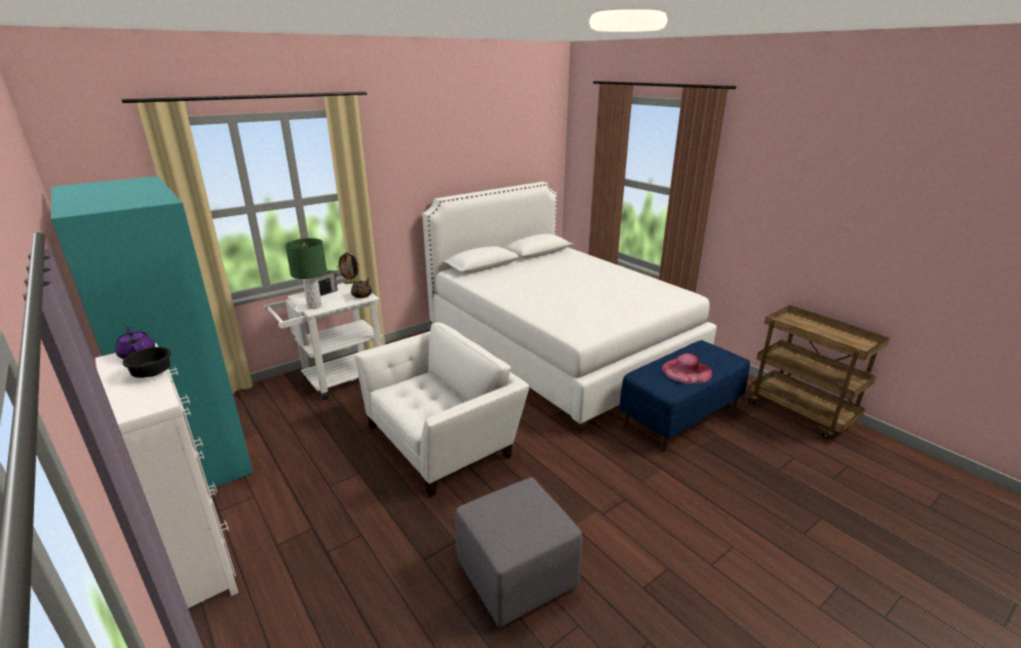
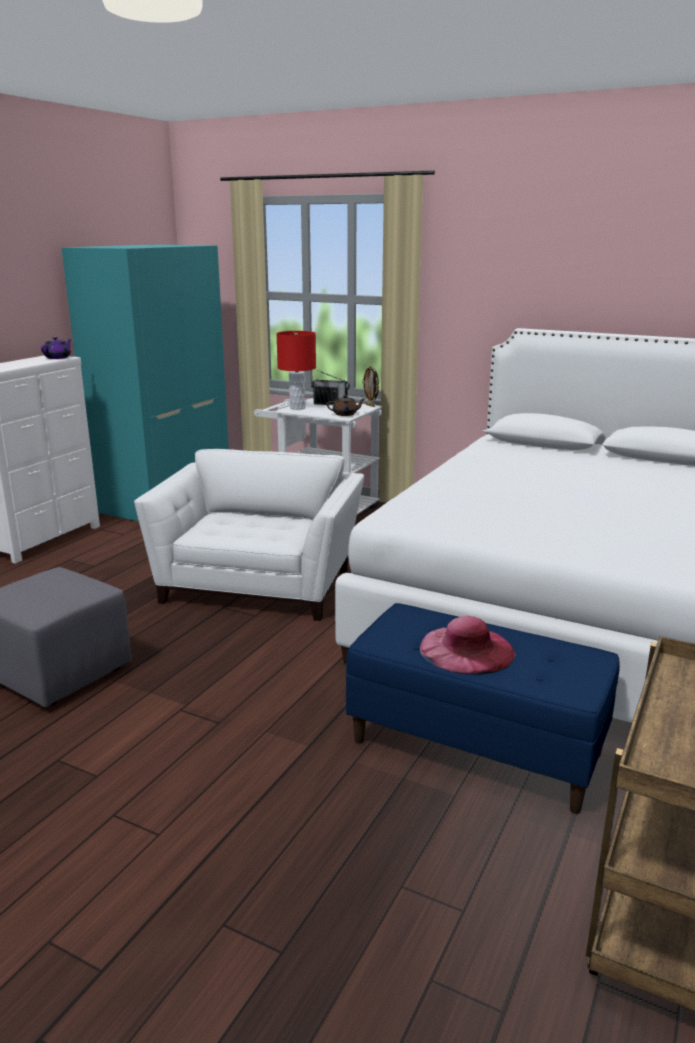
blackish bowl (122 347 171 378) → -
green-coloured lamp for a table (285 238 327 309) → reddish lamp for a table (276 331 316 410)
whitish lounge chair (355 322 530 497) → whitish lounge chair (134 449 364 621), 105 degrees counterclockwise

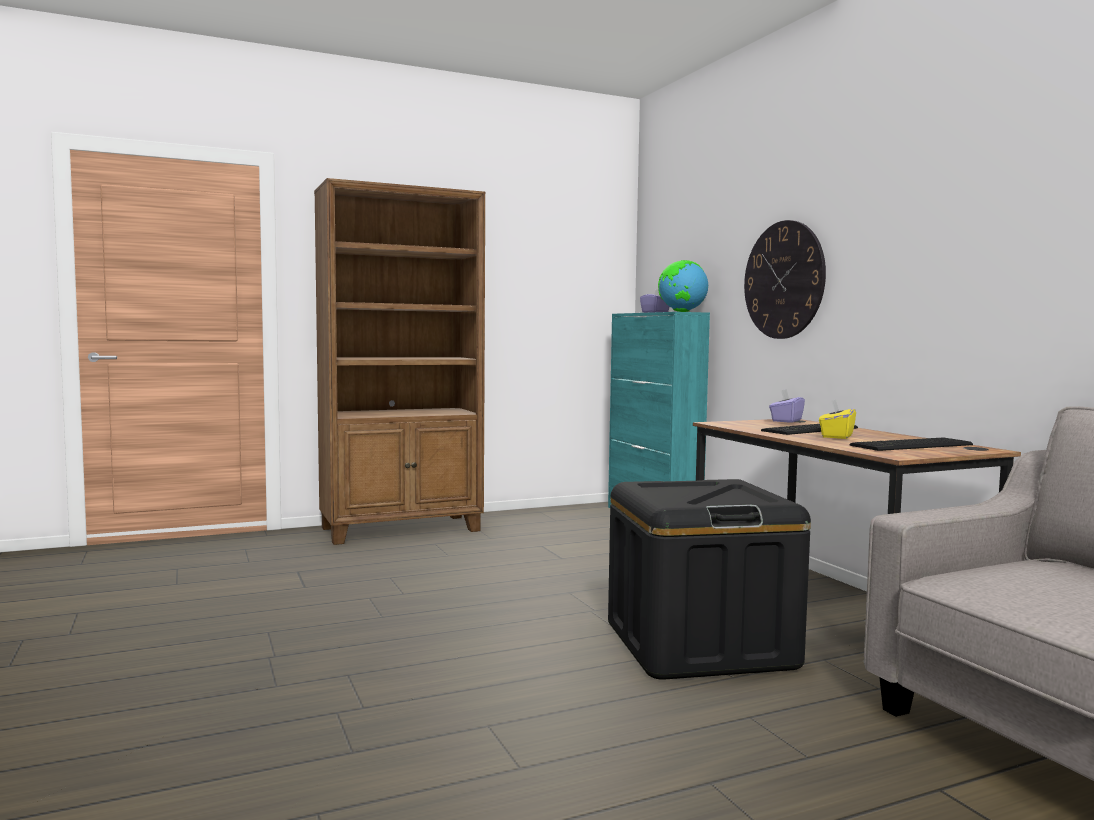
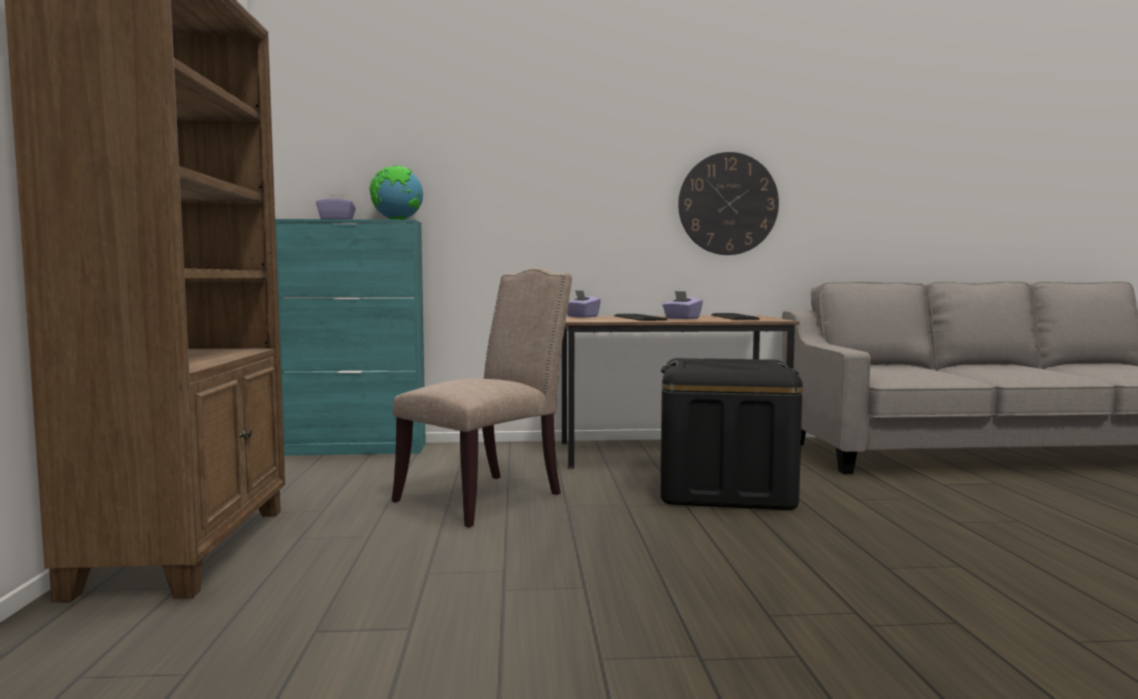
clock on the wall (744 220 826 339) → clock on the wall (678 152 779 255), relocated
yellow tissue holder (819 399 856 439) → purple tissue holder (662 291 703 319)
- → beige chair (392 268 572 528)

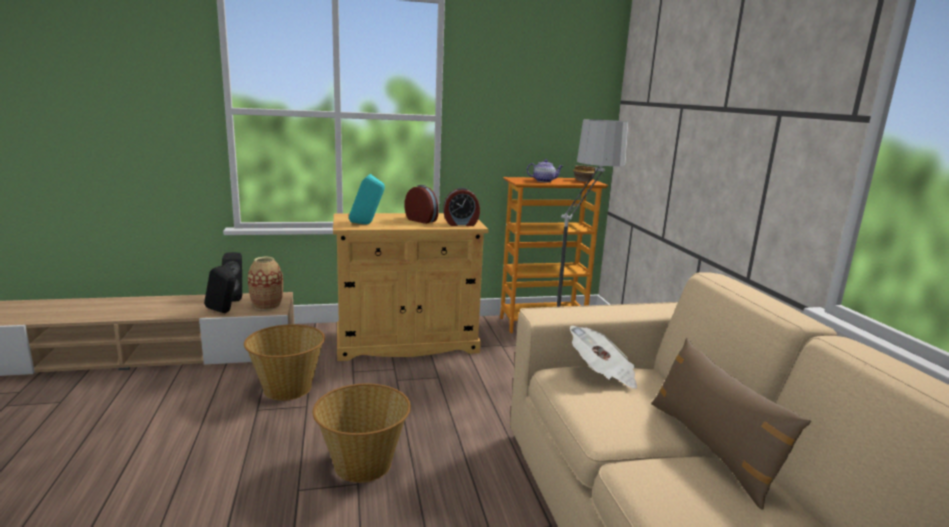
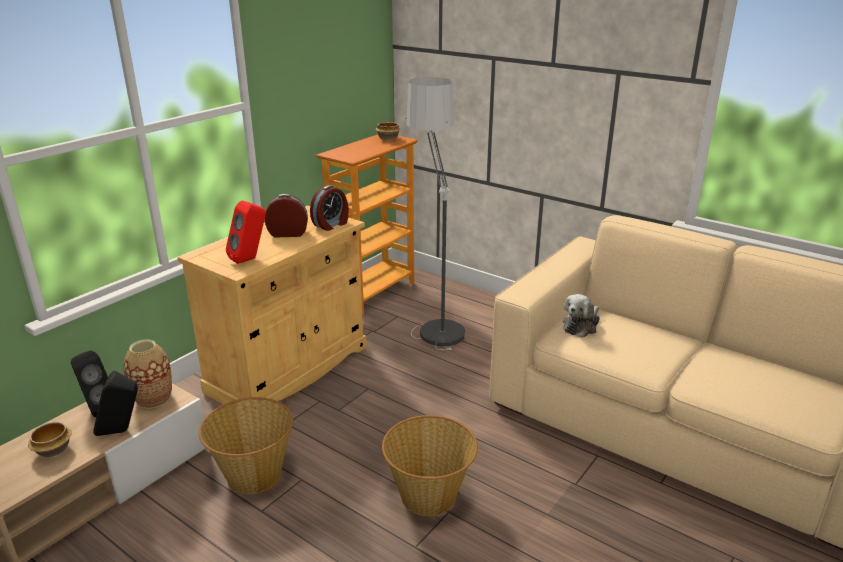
turquoise loudspeaker (349 174 385 224) → reddish loudspeaker (226 200 266 264)
tea pot (527 159 563 182) → -
daily paper (570 326 637 389) → plush toy (563 294 600 338)
brown throw pillow (651 338 811 510) → -
- → bowl (28 422 72 457)

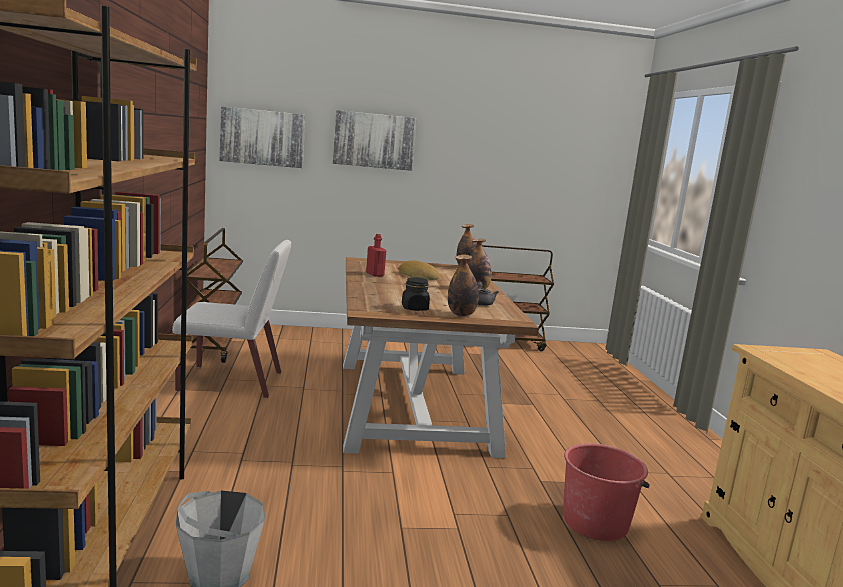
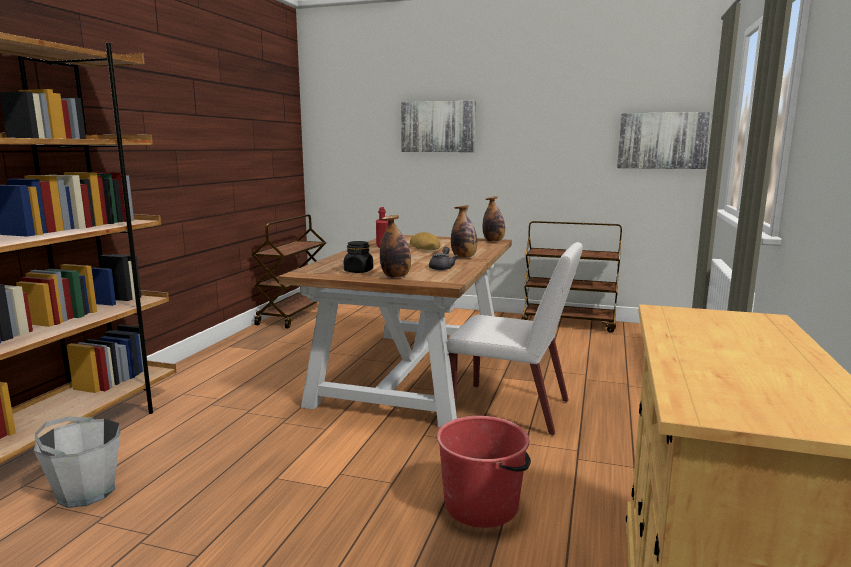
whitish chair (172 240 291 398) → whitish chair (447 242 583 436), relocated
wall art (219 106 306 168) → wall art (617 112 713 169), relocated

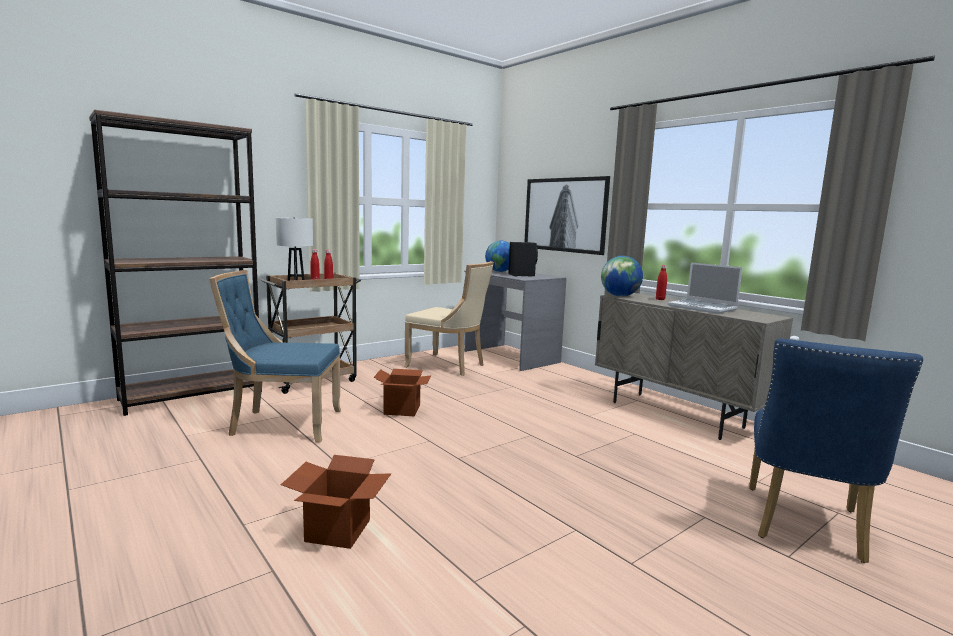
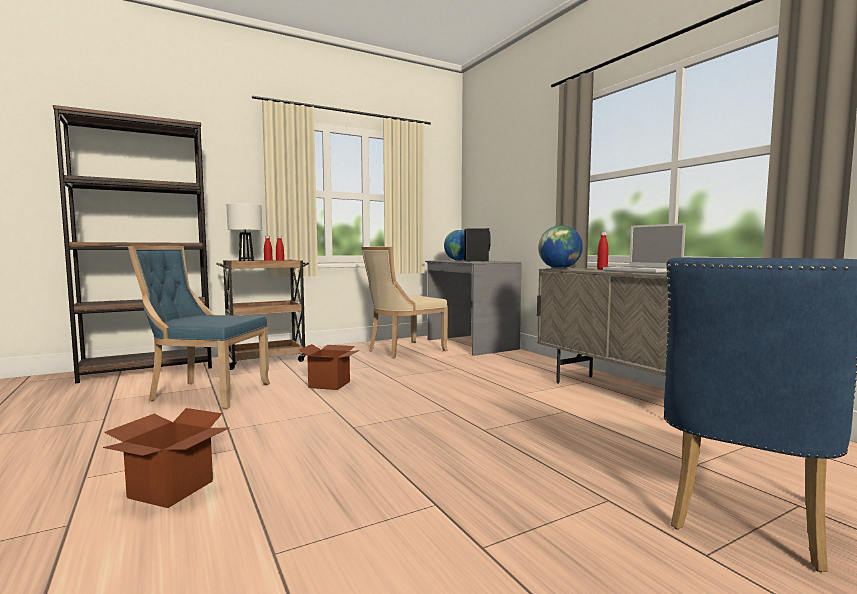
beige chair (404 261 494 376) → beige chair (361 246 448 359), 105 degrees clockwise
wall art (525 176 610 255) → -

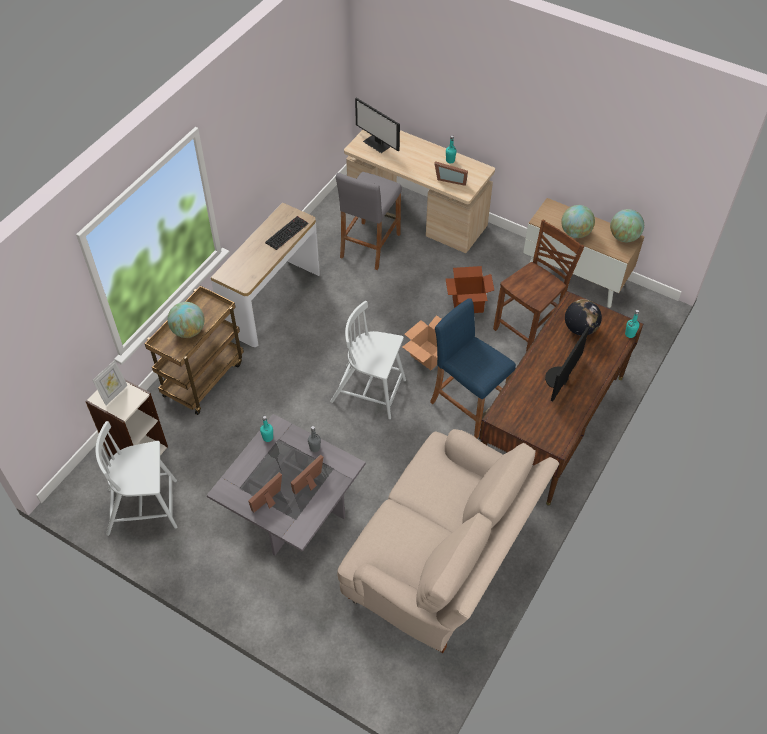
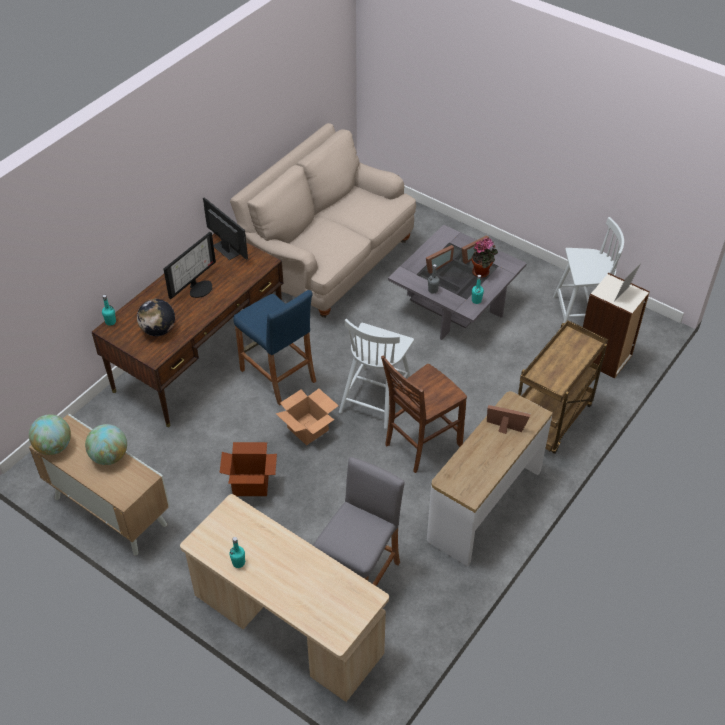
globe (168 302 204 338) → -
keyboard (265 216 309 250) → -
whitish chair (330 300 406 419) → whitish chair (339 319 414 429), 90 degrees clockwise
computer screen (355 98 400 153) → computer screen (203 197 248 260), relocated
standing frame (434 161 468 186) → standing frame (487 405 531 434), relocated
brown chair (493 220 584 352) → brown chair (381 355 467 473), relocated
- → houseplant (472 238 498 278)

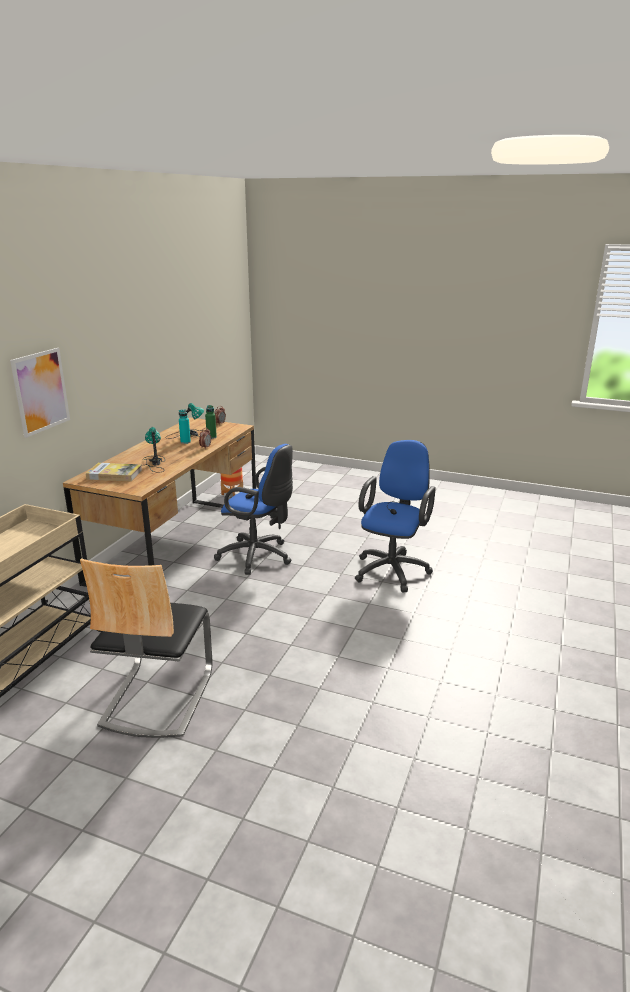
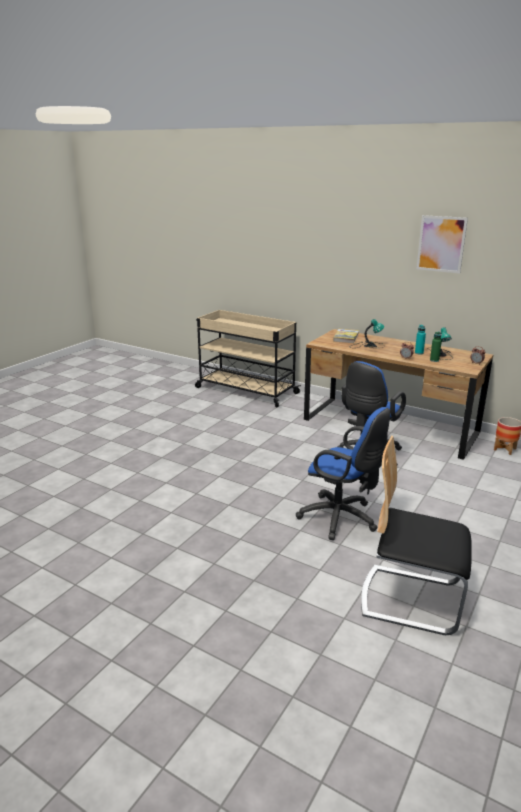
wall art (10 348 70 438) → wall art (416 215 468 273), relocated
chair (80 559 212 738) → chair (361 436 472 635), relocated

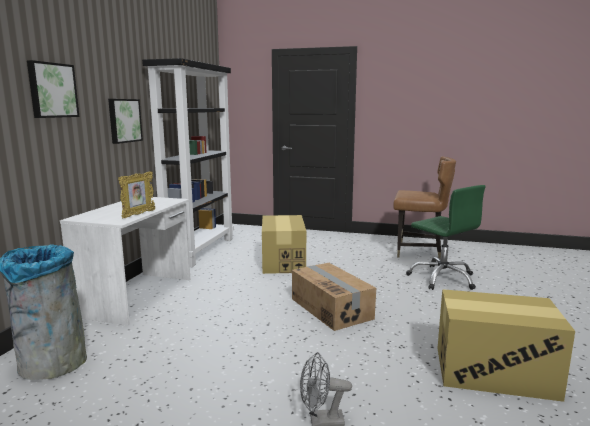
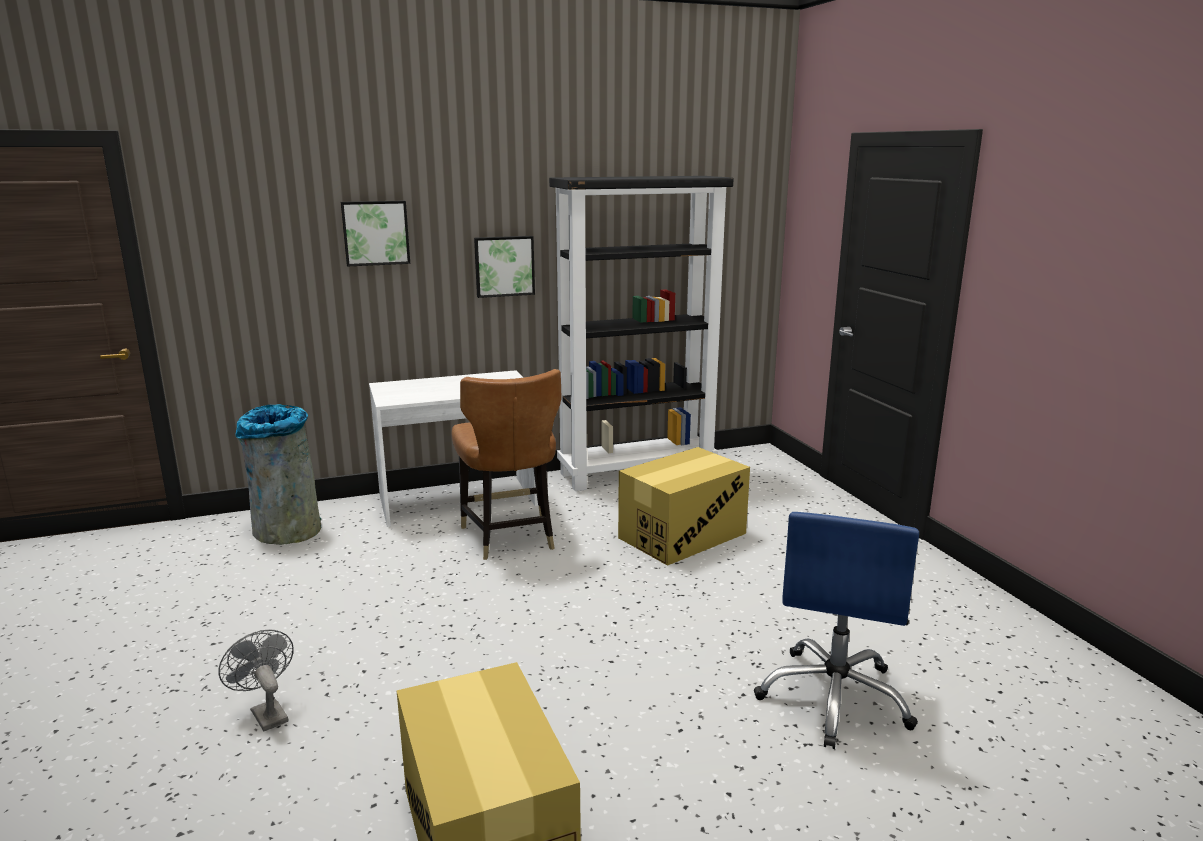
standing frame (118 171 155 218) → -
packing box (292 263 376 331) → -
brown chair (393 156 456 259) → brown chair (452 369 562 560), relocated
green-coloured office chair (406 185 485 290) → blue office chair (754 512 919 749)

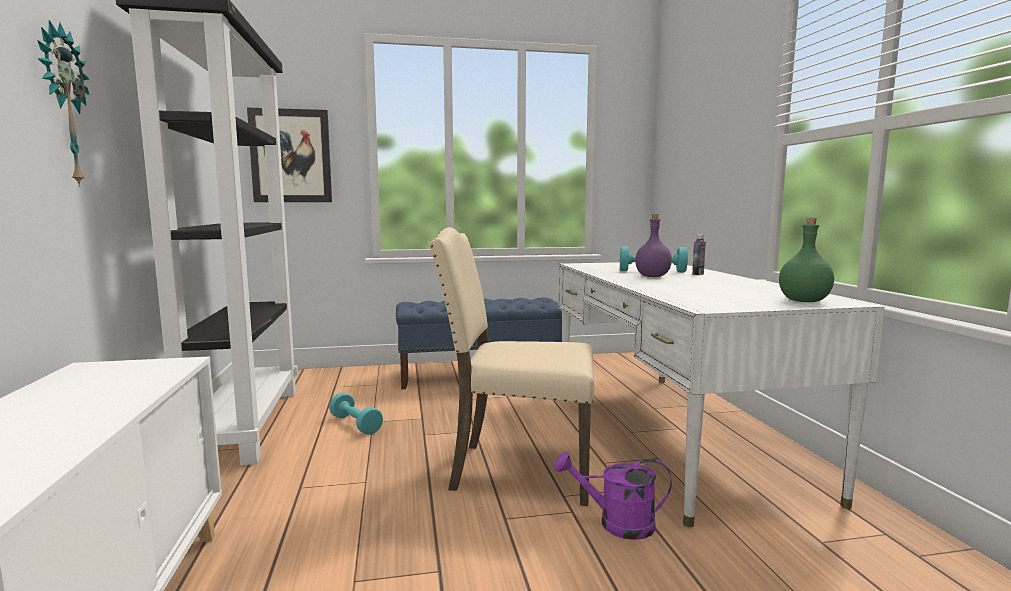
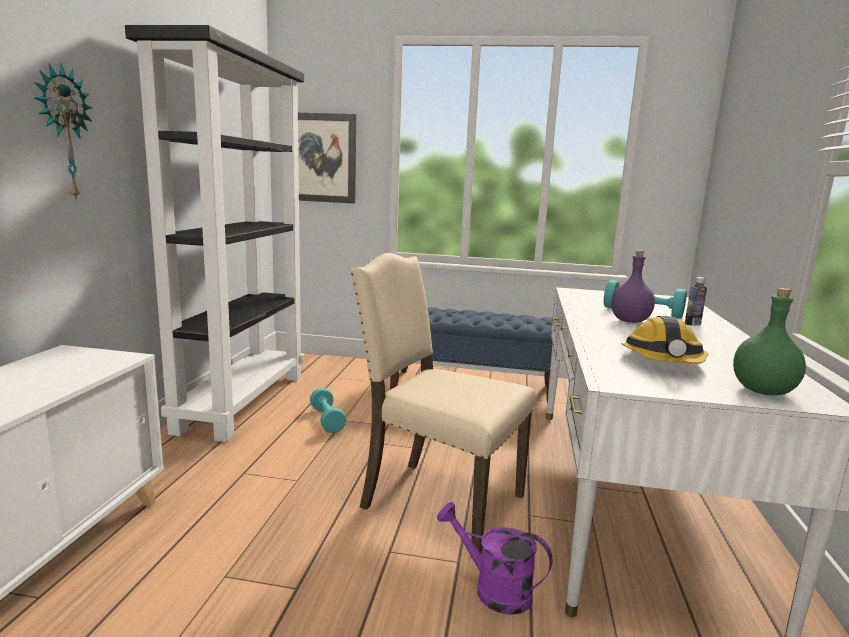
- → hard hat (621 316 708 364)

